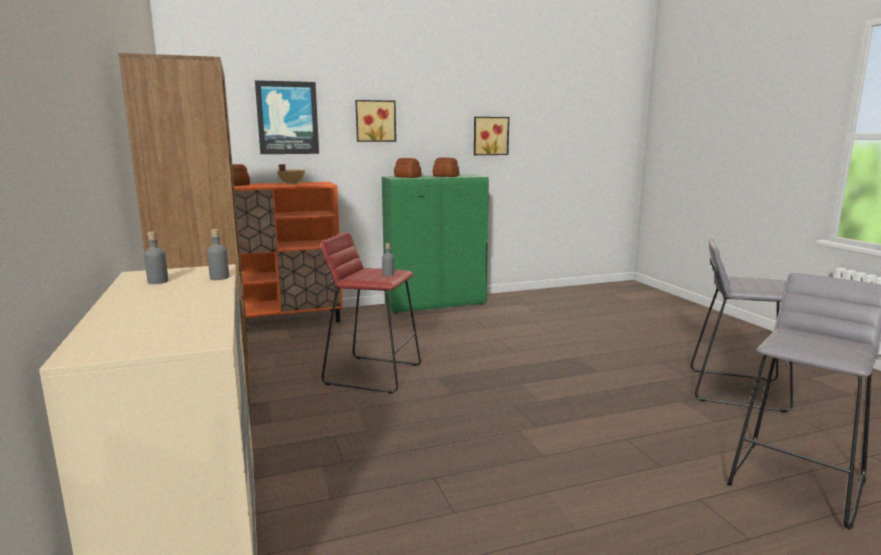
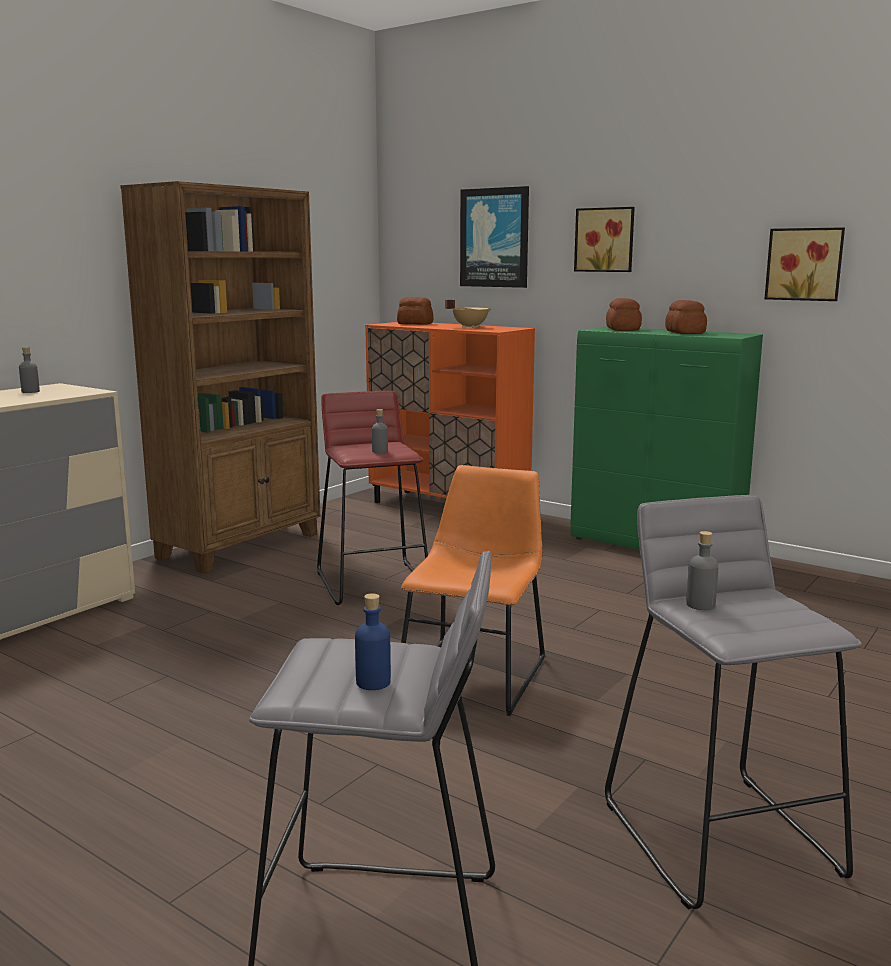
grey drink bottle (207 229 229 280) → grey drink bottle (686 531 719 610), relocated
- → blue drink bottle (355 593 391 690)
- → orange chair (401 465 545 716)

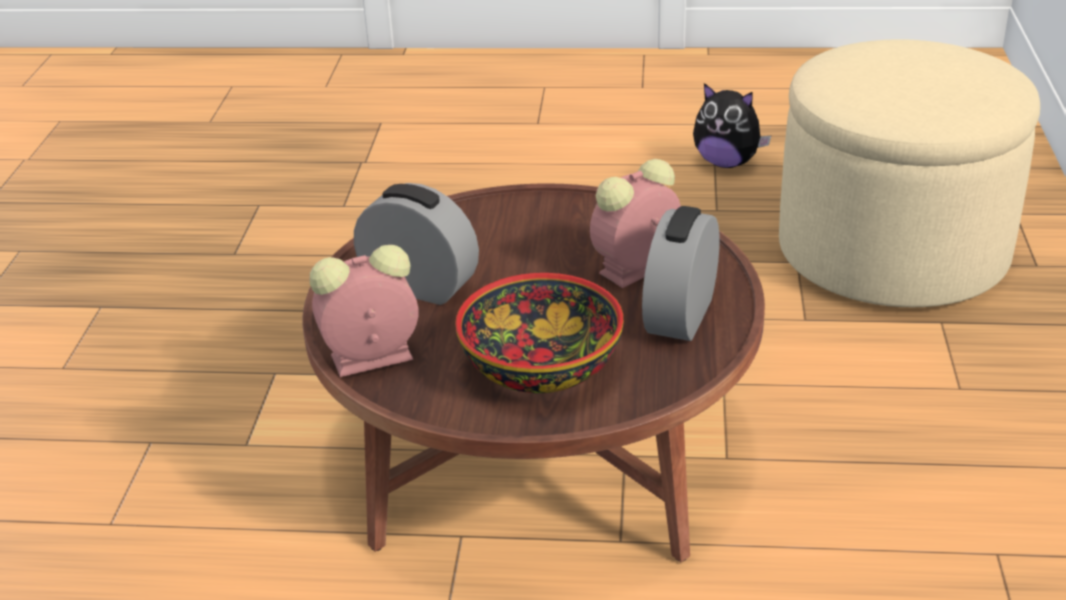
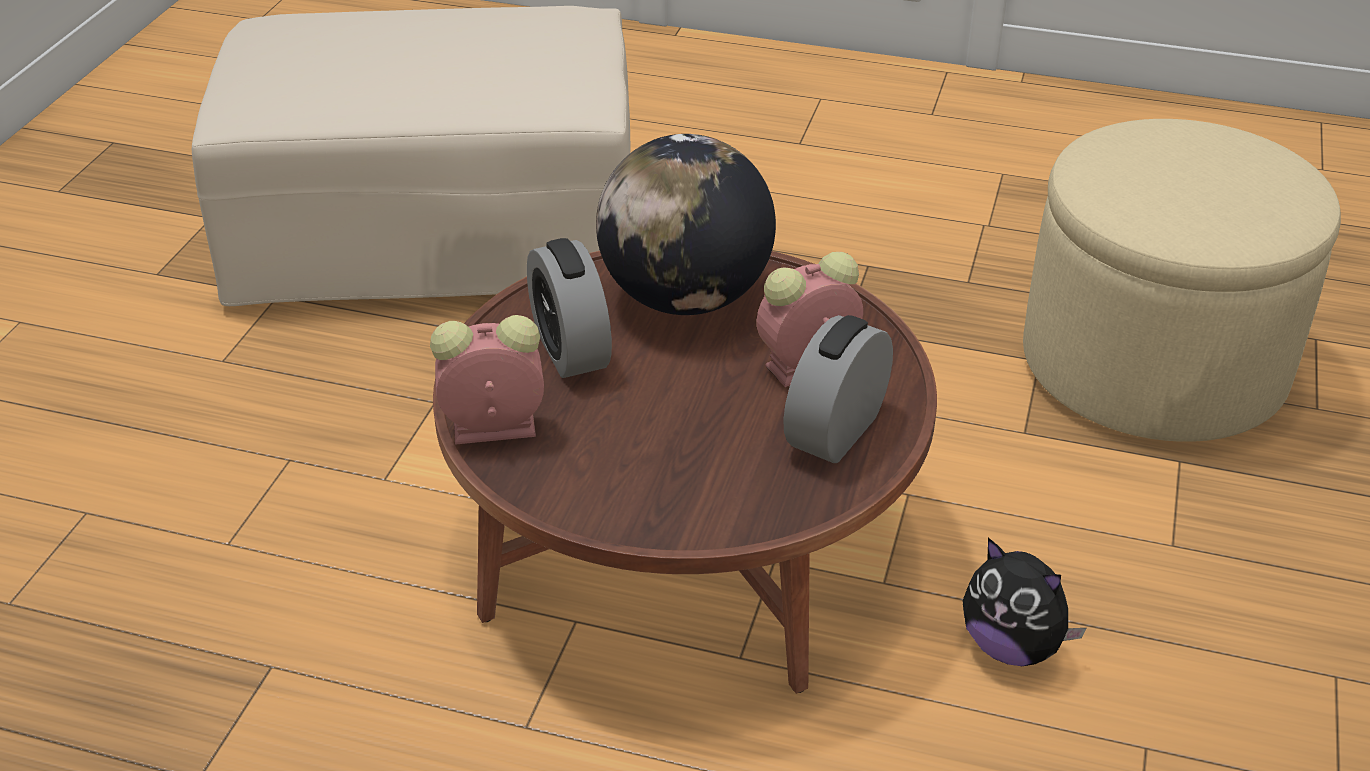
table clock (354 183 479 305) → table clock (527 238 612 378), 150 degrees counterclockwise
bowl (455 273 623 393) → -
plush toy (693 83 771 168) → plush toy (962 538 1087 666), relocated
- → beige footrest (192 6 631 306)
- → globe (596 134 776 315)

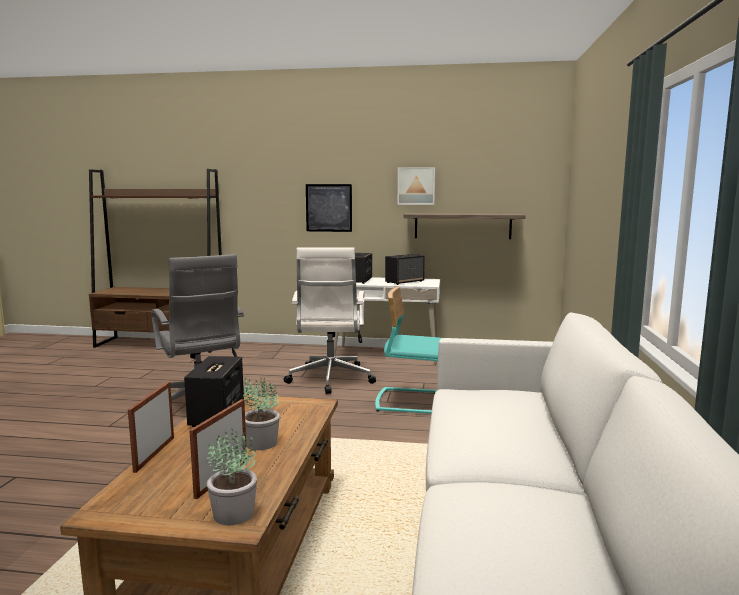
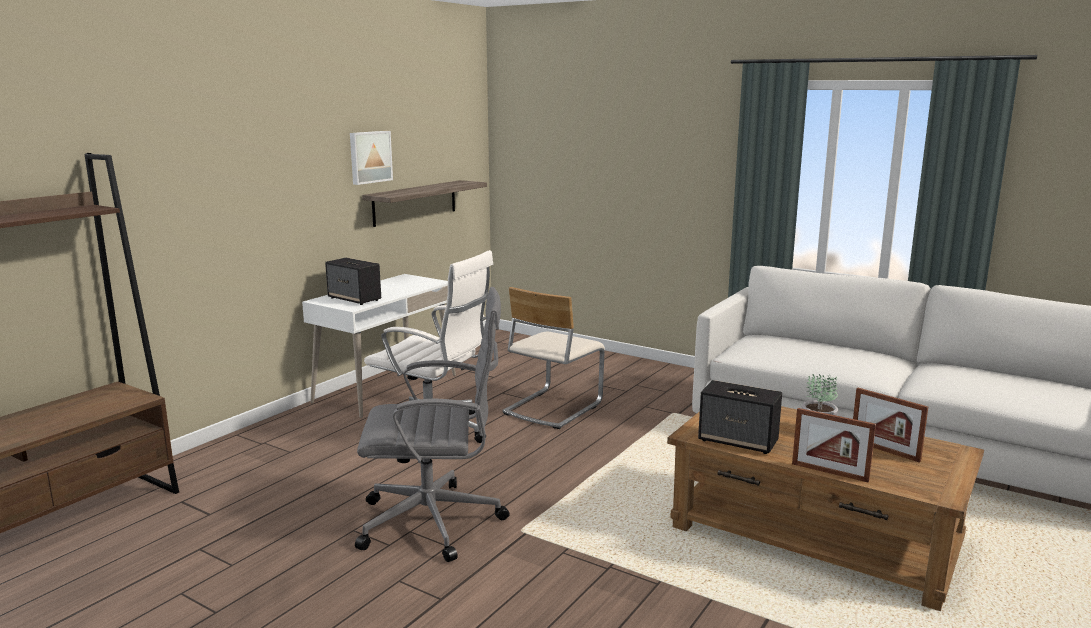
houseplant (207 429 257 525) → -
wall art (306 184 352 232) → -
turquoise chair (375 287 441 414) → beige chair (502 287 605 429)
loudspeaker (385 254 425 285) → -

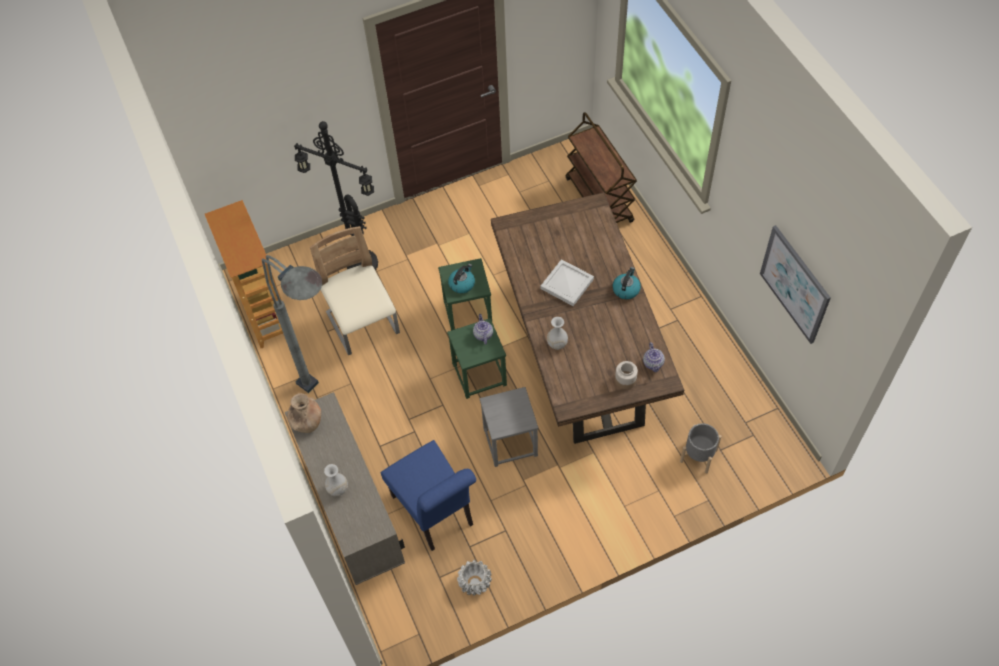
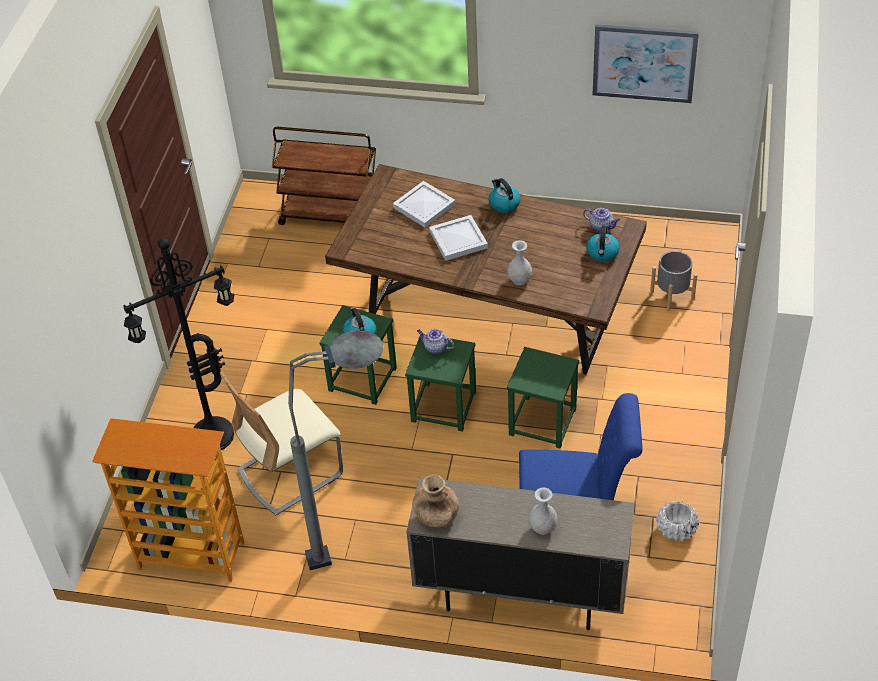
beige chair (310 226 400 355) → beige chair (220 371 343 515), 45 degrees counterclockwise
grey sitting stool (480 387 539 467) → green-coloured sitting stool (507 347 579 449)
preserve jar (615 361 638 389) → water kettle (586 226 620 262)
- → whitish serving tray (393 181 456 227)

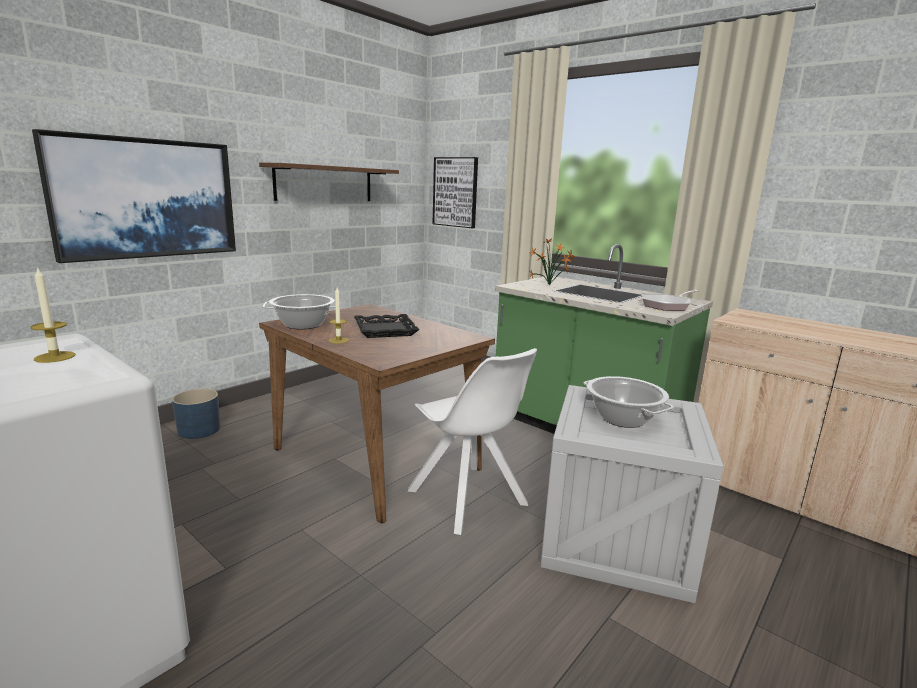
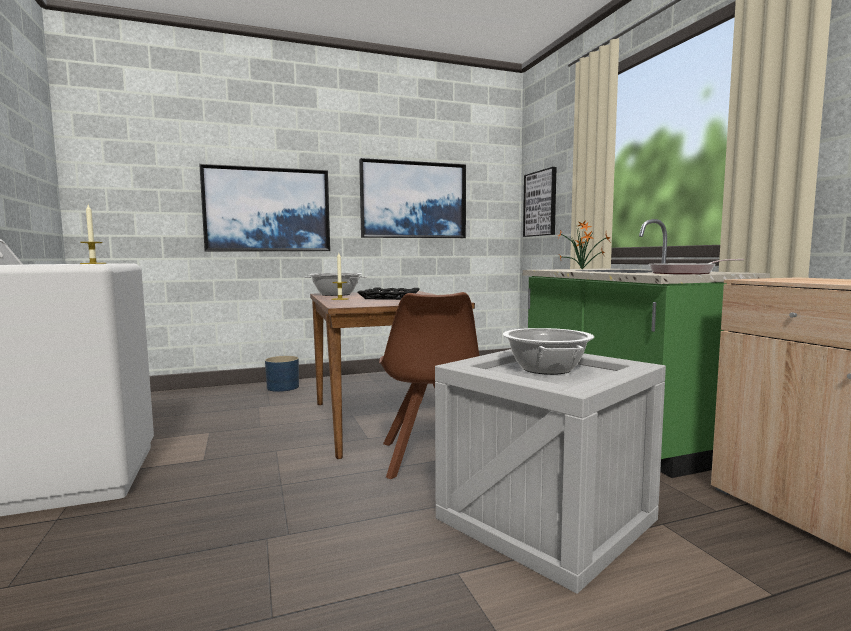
brown bracket shelf (259 163 399 201) → wall art (359 158 466 238)
whitish chair (408 348 537 535) → brown chair (379 292 479 480)

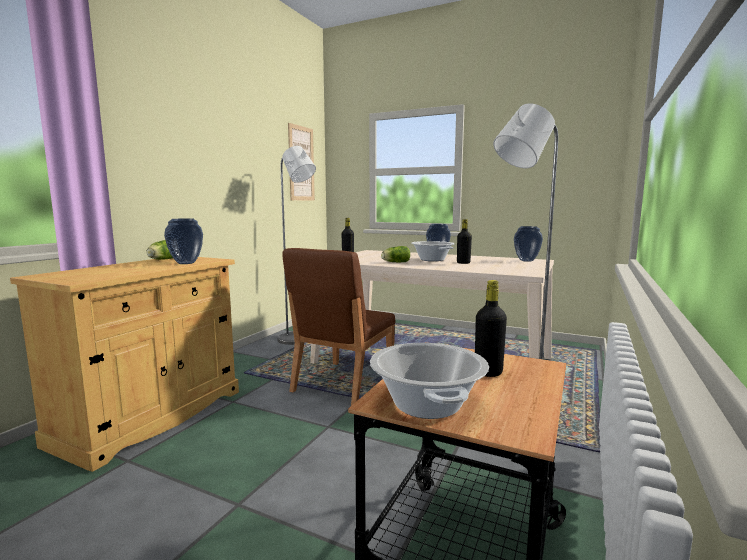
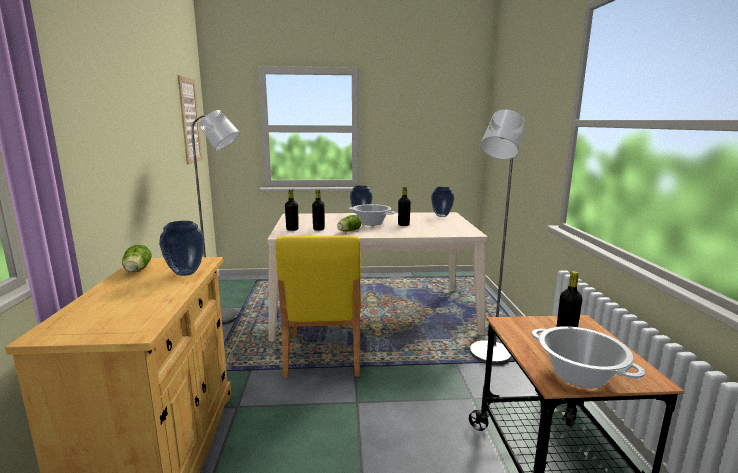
brown chair (282 248 395 406) → yellow chair (275 236 361 378)
- → blackish drink bottle (312 189 325 231)

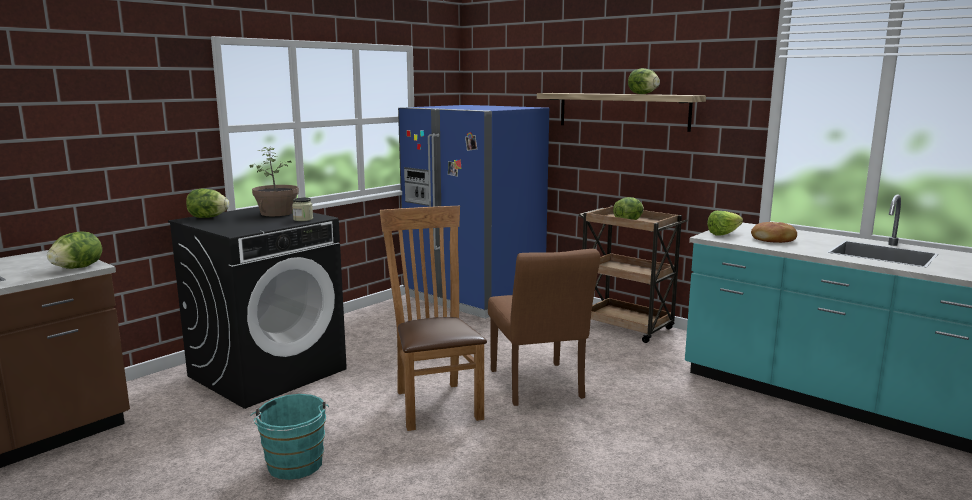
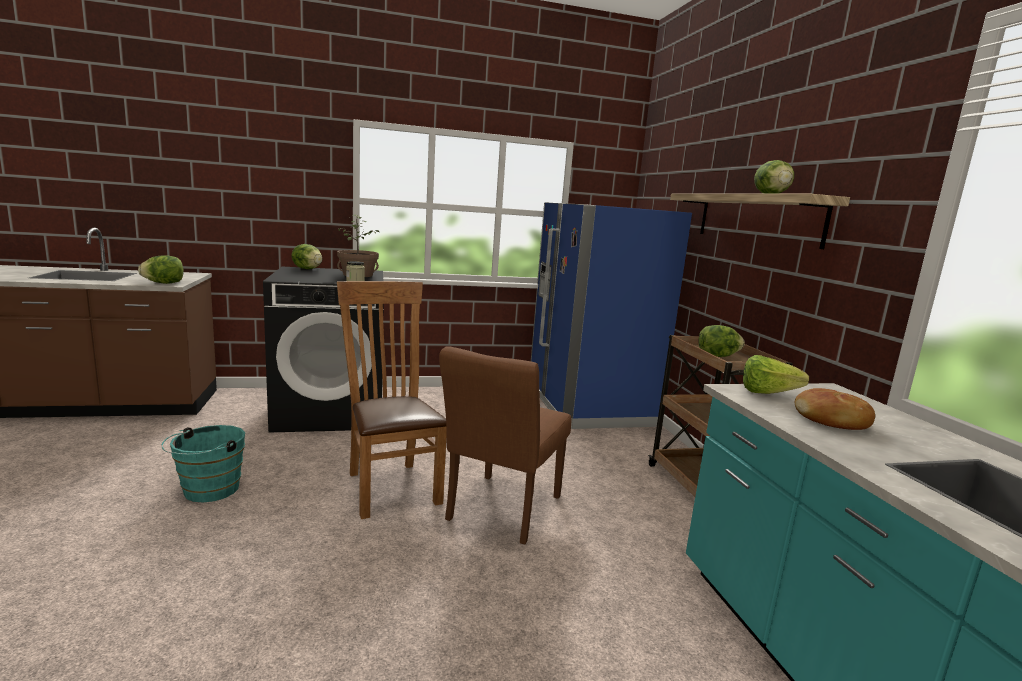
brown chair (380 206 487 431) → brown chair (337 281 447 519), 45 degrees counterclockwise

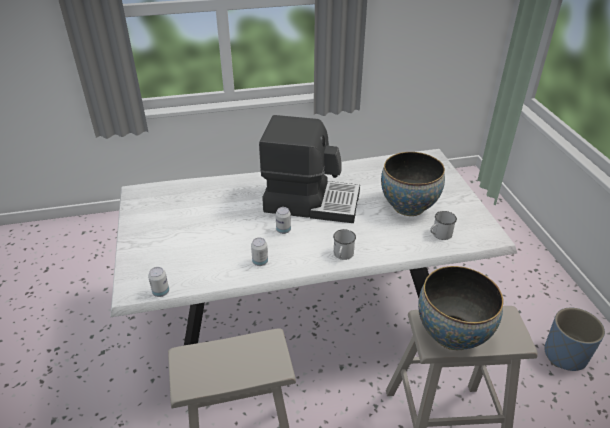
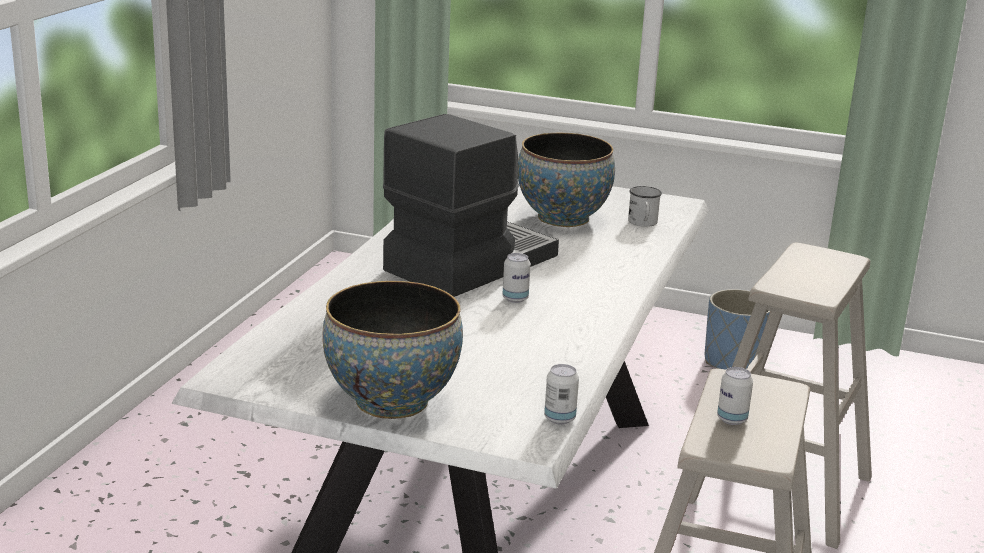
can (251 238 268 266) → can (717 367 753 425), relocated
whitish coffee mug (333 229 356 260) → -
bowl (418 266 504 350) → bowl (322 281 463 419), relocated

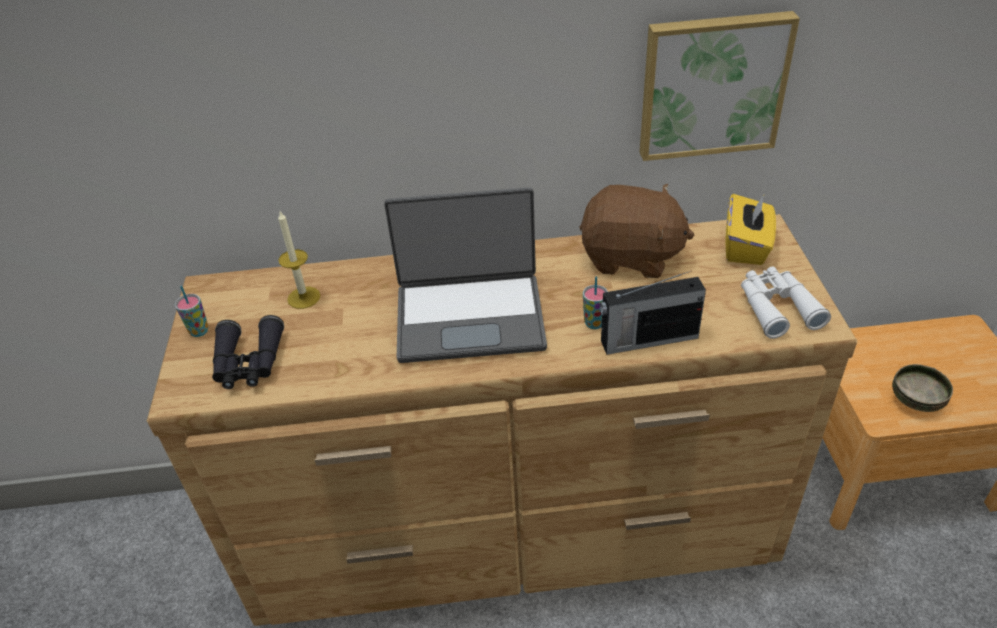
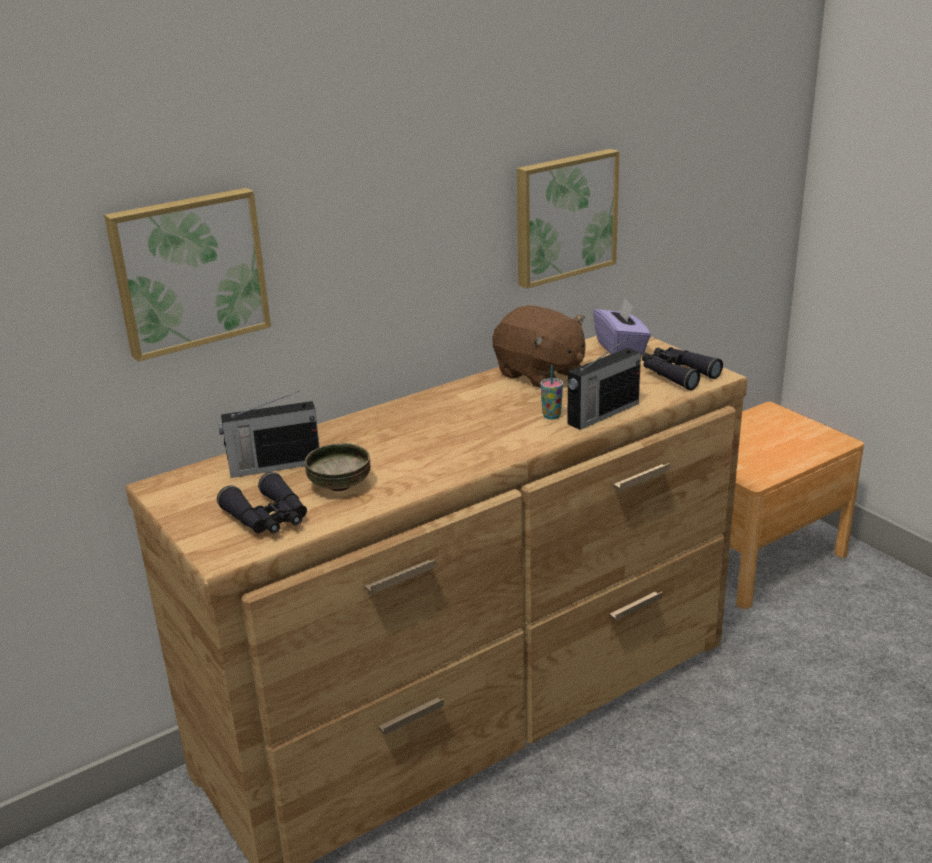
cup (175 286 208 337) → -
candle (278 211 321 309) → radio receiver (218 391 319 478)
laptop (384 187 547 363) → -
brown plush toy (580 184 694 278) → brown plush toy (492 305 585 388), 60 degrees clockwise
yellow tissue holder (725 194 776 265) → purple tissue holder (593 299 651 355)
whitish binoculars (741 266 831 339) → blackish binoculars (642 347 723 390)
bowl (892 364 953 412) → bowl (305 443 371 491), relocated
- → wall art (104 188 271 362)

